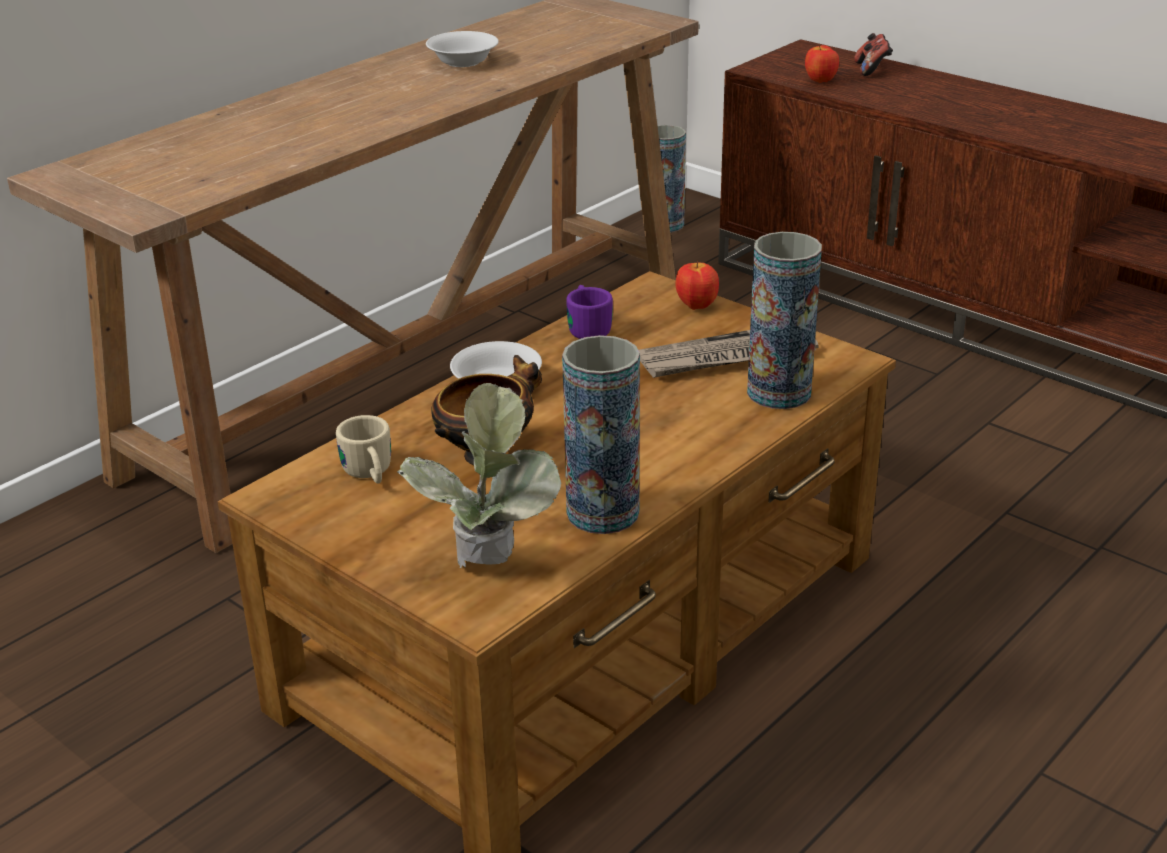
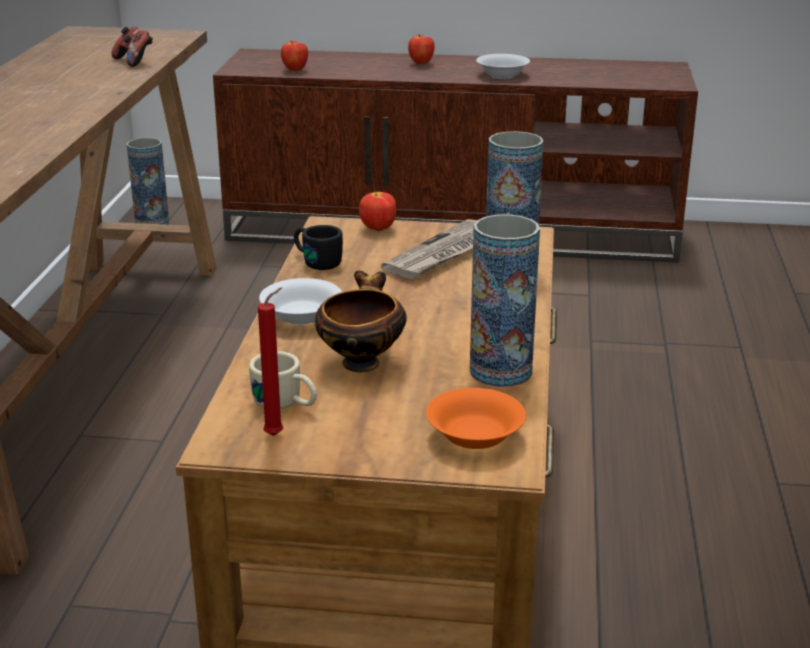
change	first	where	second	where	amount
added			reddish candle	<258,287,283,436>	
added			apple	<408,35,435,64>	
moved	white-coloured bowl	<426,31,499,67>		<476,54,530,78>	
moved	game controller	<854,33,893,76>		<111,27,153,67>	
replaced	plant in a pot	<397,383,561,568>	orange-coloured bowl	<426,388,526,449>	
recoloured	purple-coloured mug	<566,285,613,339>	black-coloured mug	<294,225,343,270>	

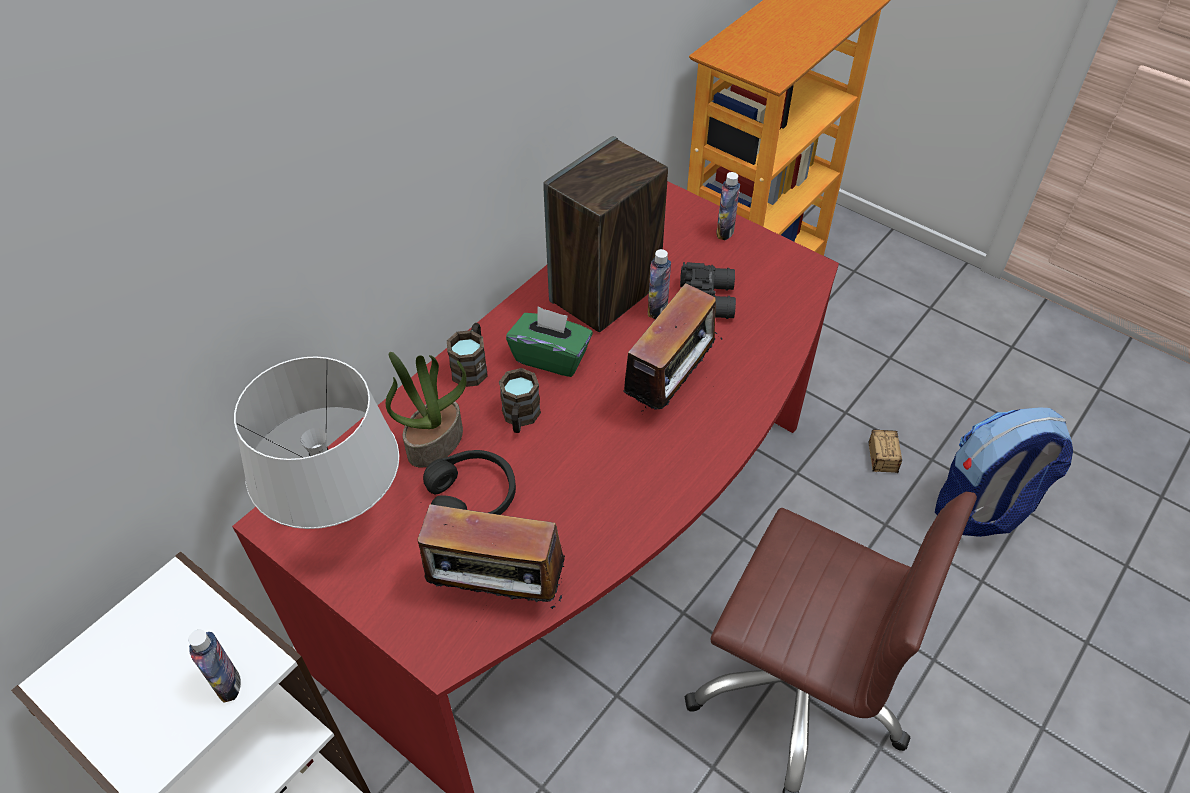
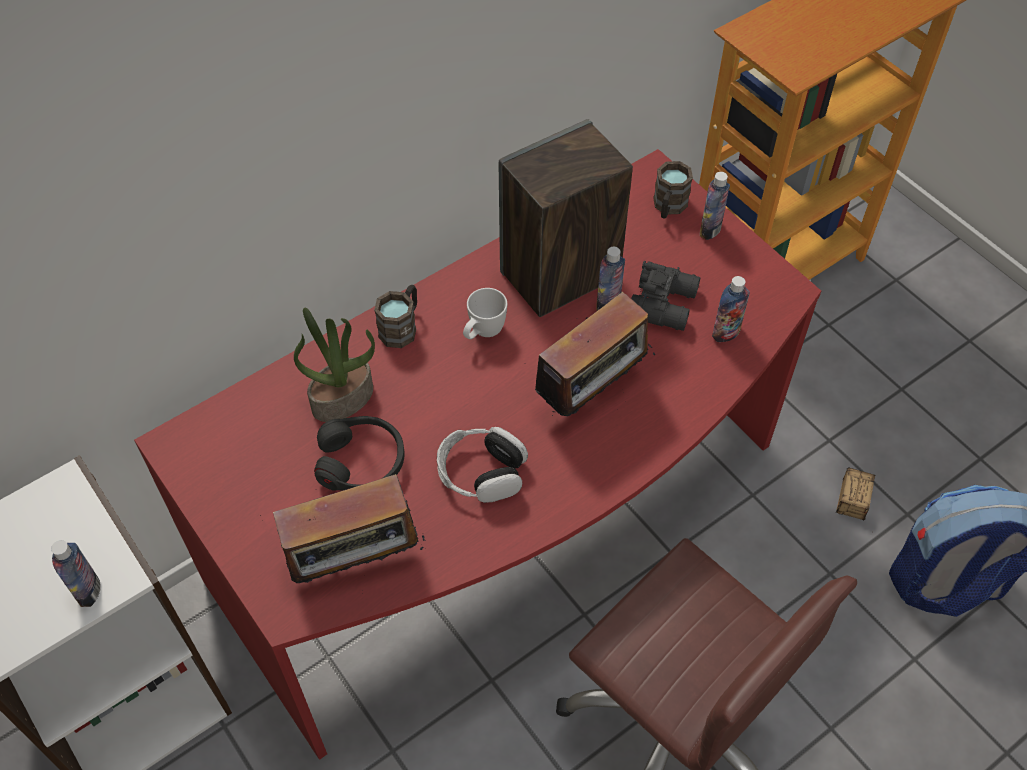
change	first	where	second	where	amount
removed	greyish lamp for a table	<234,356,399,529>			
added			headset	<437,427,528,503>	
added			beverage bottle	<712,276,750,342>	
moved	brown mug	<499,368,541,433>		<653,161,693,218>	
replaced	green-coloured tissue holder	<506,306,593,377>	white-coloured mug	<463,288,507,339>	
turned	radio	<417,500,565,622>		<273,474,425,583>	45 degrees counterclockwise

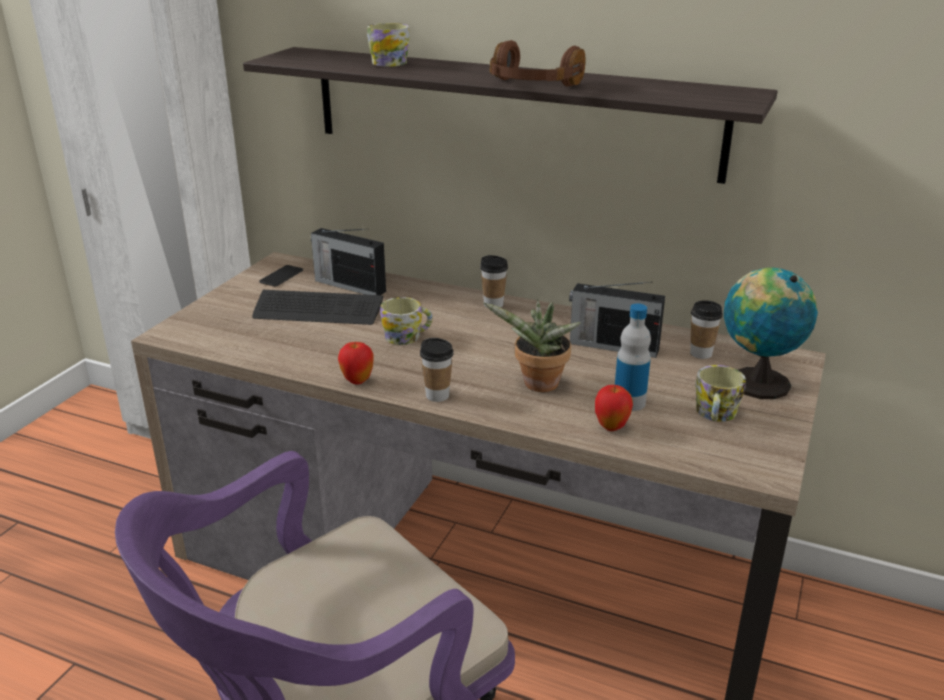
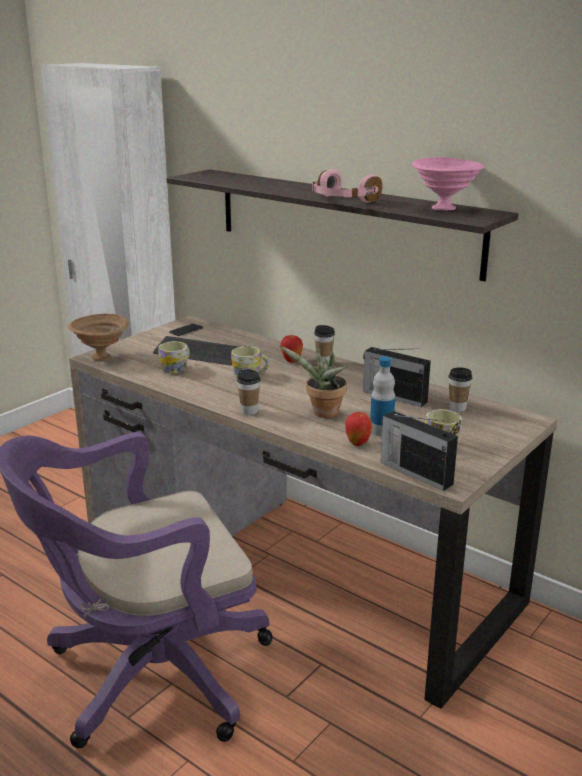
change	first	where	second	where	amount
removed	world globe	<724,267,818,399>			
added			brown bowl	<68,314,129,361>	
added			pink bowl	<412,157,485,210>	
moved	radio	<311,228,386,295>		<381,411,458,491>	
moved	apple	<338,342,374,385>		<280,335,303,363>	
moved	mug	<367,23,410,67>		<158,341,190,374>	
recoloured	brown headset	<490,40,585,87>	pink headset	<312,169,382,203>	

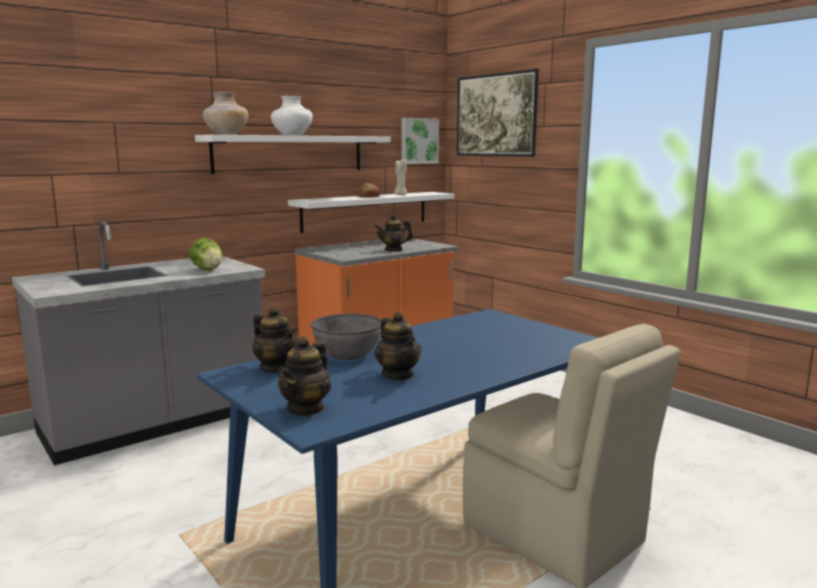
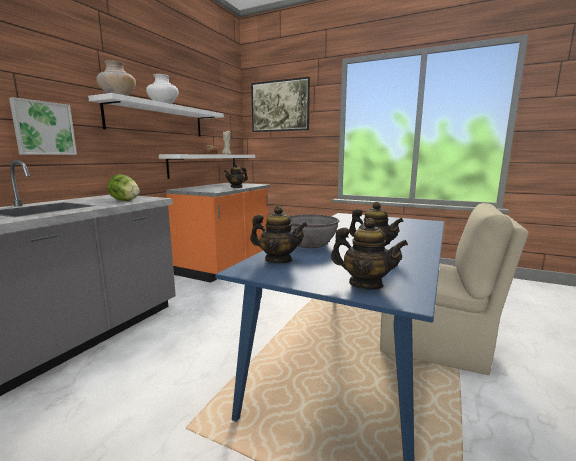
change	first	where	second	where	amount
moved	picture	<401,118,439,164>		<9,97,77,155>	
turned	pot for tea	<278,336,331,416>		<331,218,408,290>	60 degrees counterclockwise

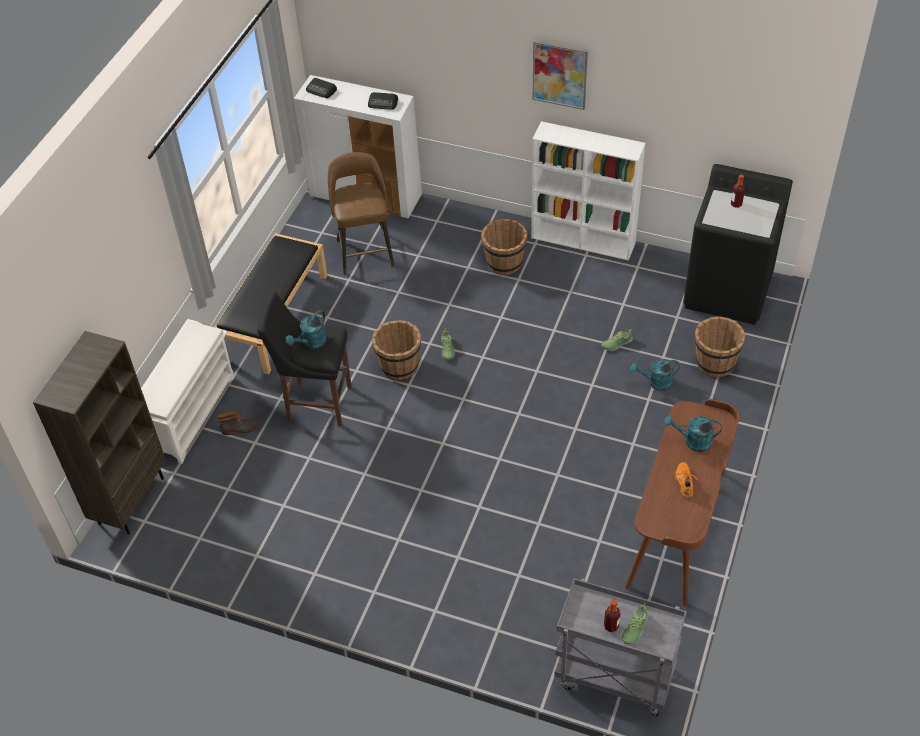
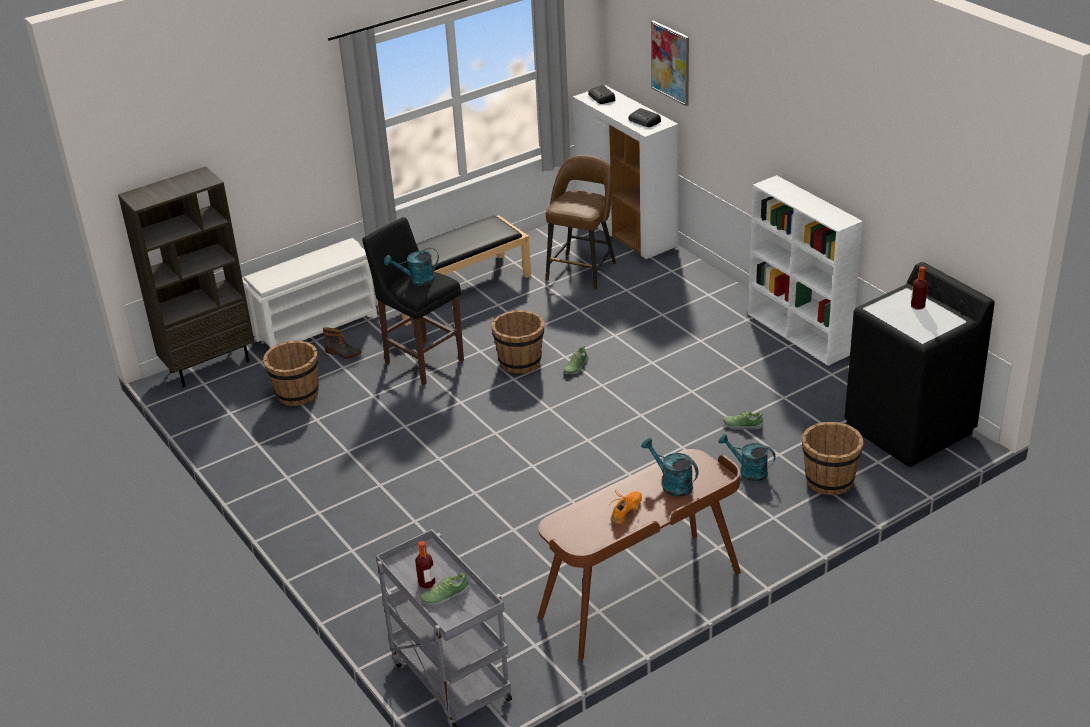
change	first	where	second	where	amount
moved	brown pail	<481,219,527,275>		<263,340,319,406>	
moved	picture	<533,40,588,110>		<651,21,689,106>	

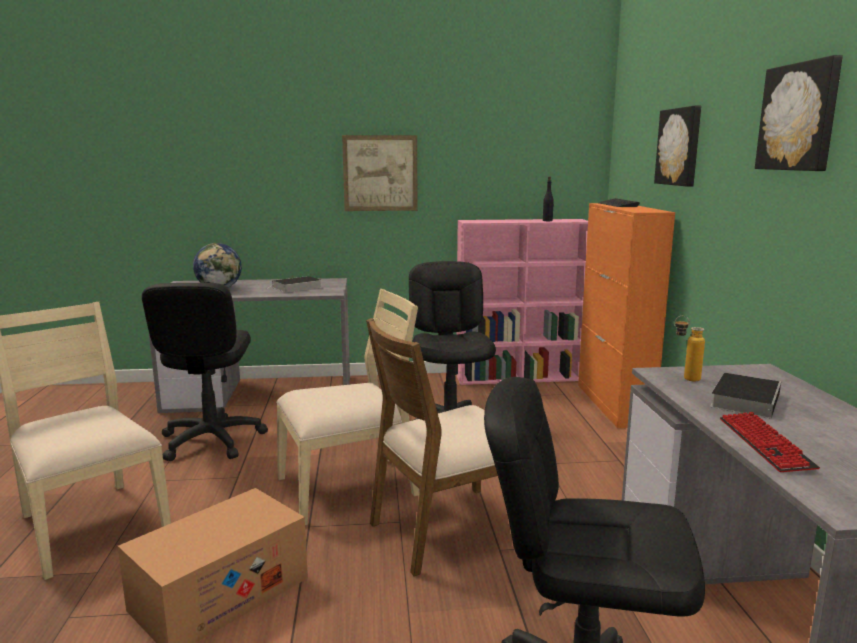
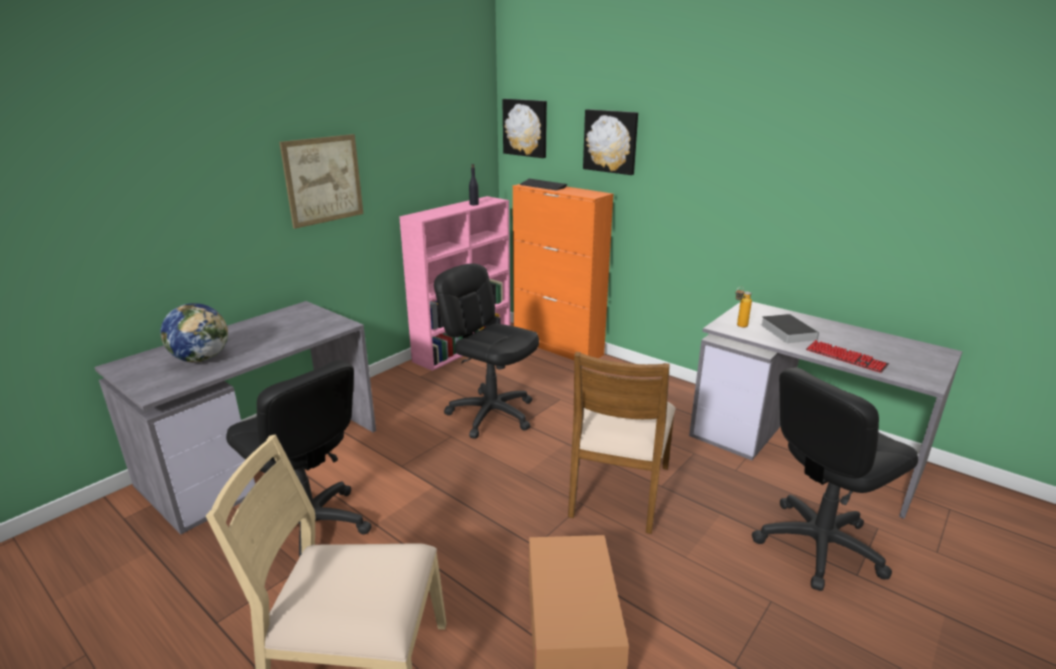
change	first	where	second	where	amount
removed	book	<271,276,322,292>			
removed	beige chair	<276,289,420,525>			
moved	picture	<755,55,843,171>		<502,99,547,158>	

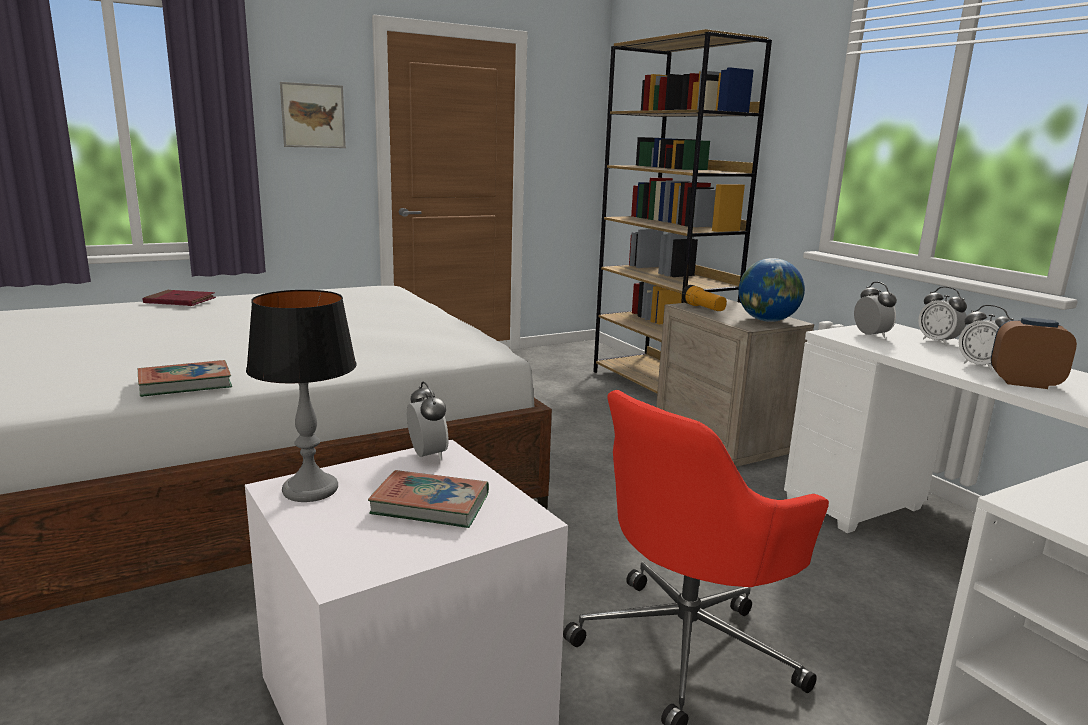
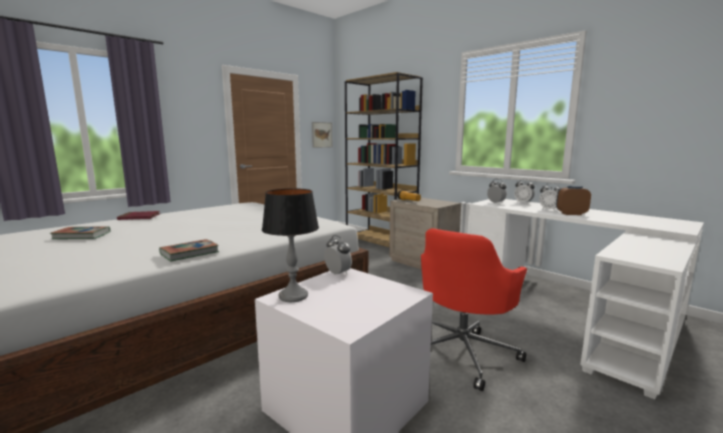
change	first	where	second	where	amount
removed	world globe	<738,258,805,322>			
moved	picture	<280,82,346,148>		<312,122,333,148>	
moved	book	<368,470,489,528>		<50,226,110,239>	

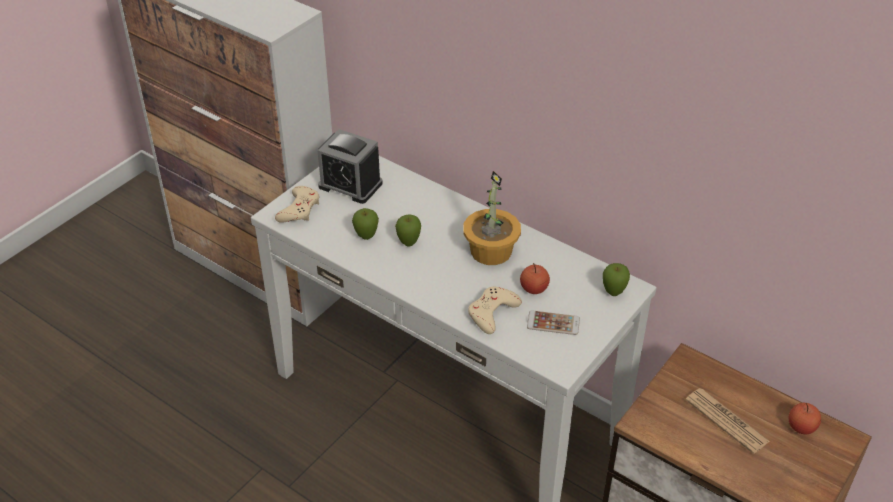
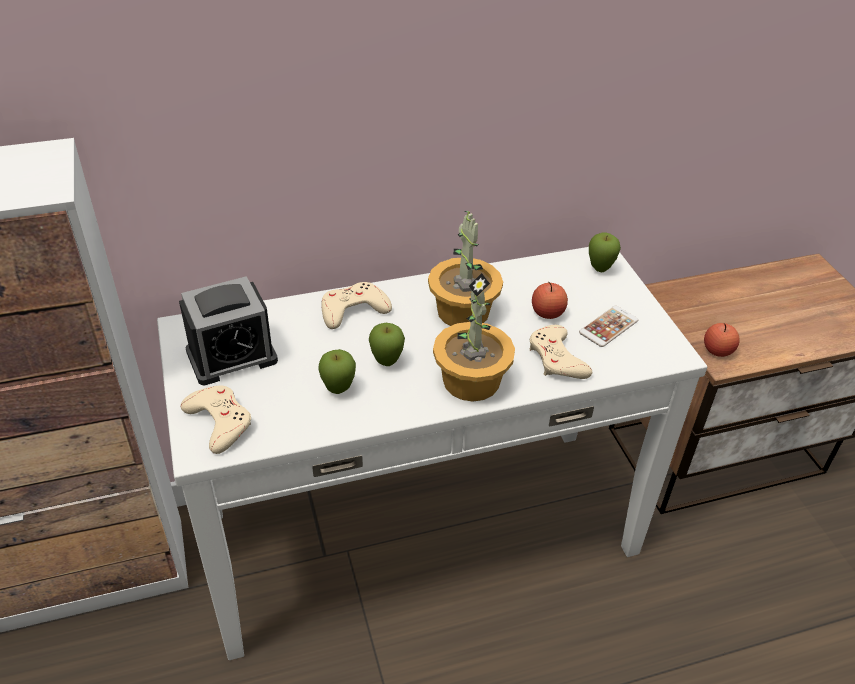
change	first	where	second	where	amount
removed	daily paper	<685,388,770,454>			
added			beige game controller	<321,282,392,329>	
added			plant in a pot	<433,273,515,402>	
moved	apple	<789,403,821,434>		<704,323,740,357>	

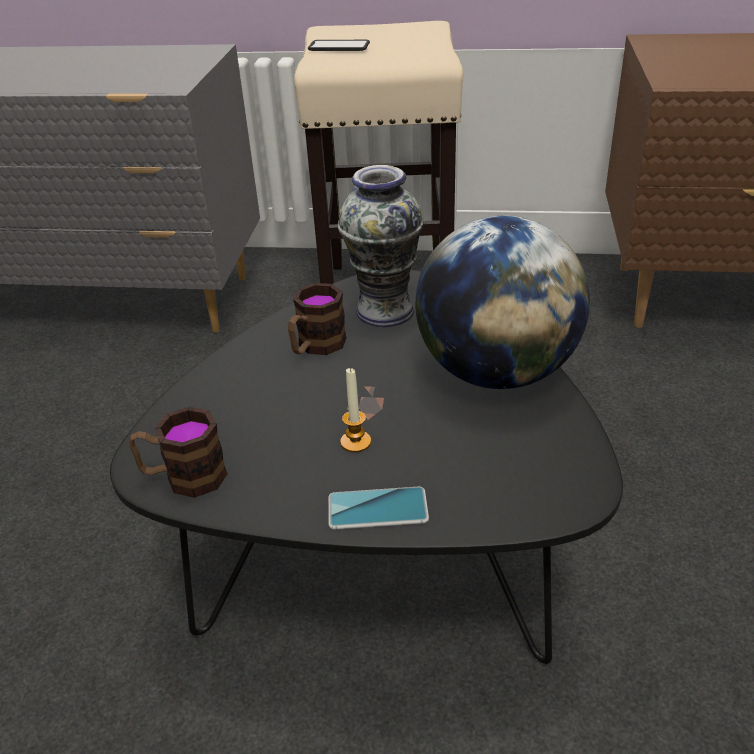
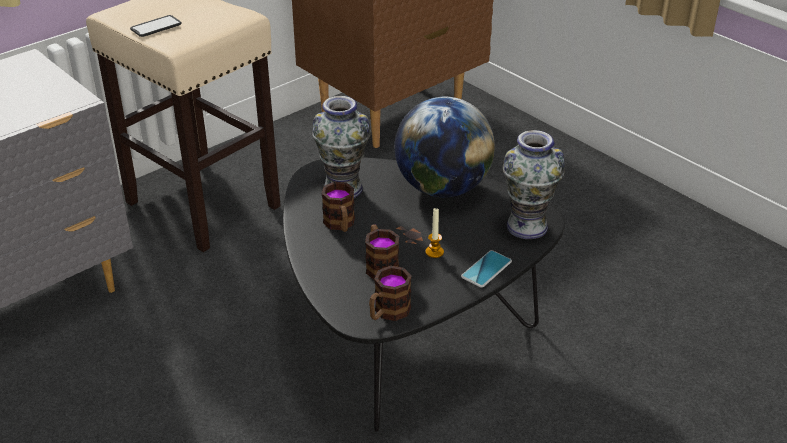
change	first	where	second	where	amount
added			mug	<365,224,399,280>	
added			decorative vase	<503,130,565,239>	

